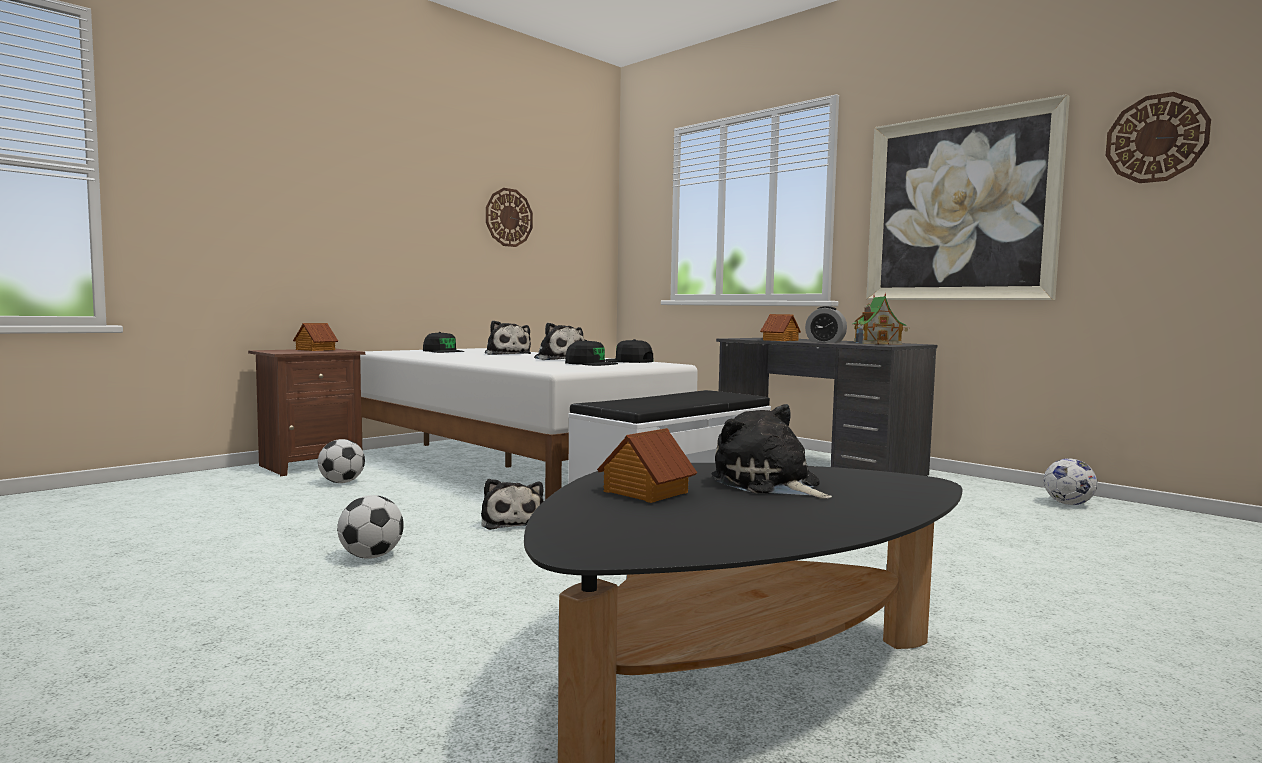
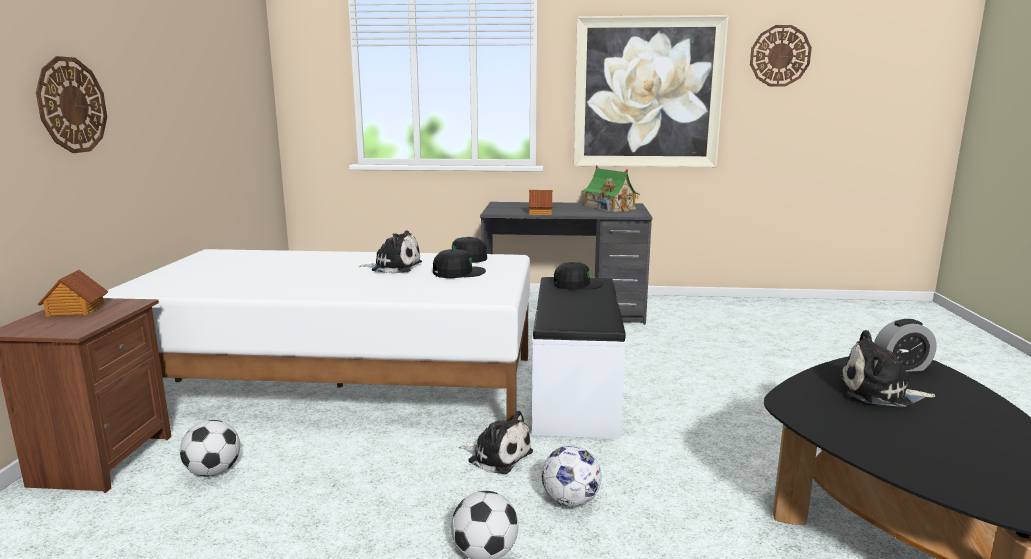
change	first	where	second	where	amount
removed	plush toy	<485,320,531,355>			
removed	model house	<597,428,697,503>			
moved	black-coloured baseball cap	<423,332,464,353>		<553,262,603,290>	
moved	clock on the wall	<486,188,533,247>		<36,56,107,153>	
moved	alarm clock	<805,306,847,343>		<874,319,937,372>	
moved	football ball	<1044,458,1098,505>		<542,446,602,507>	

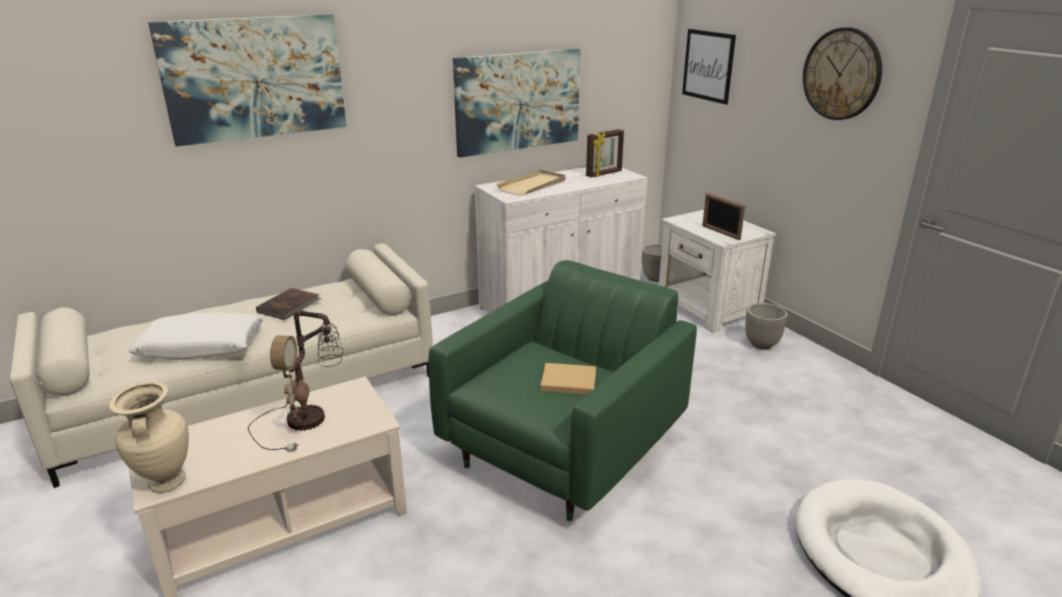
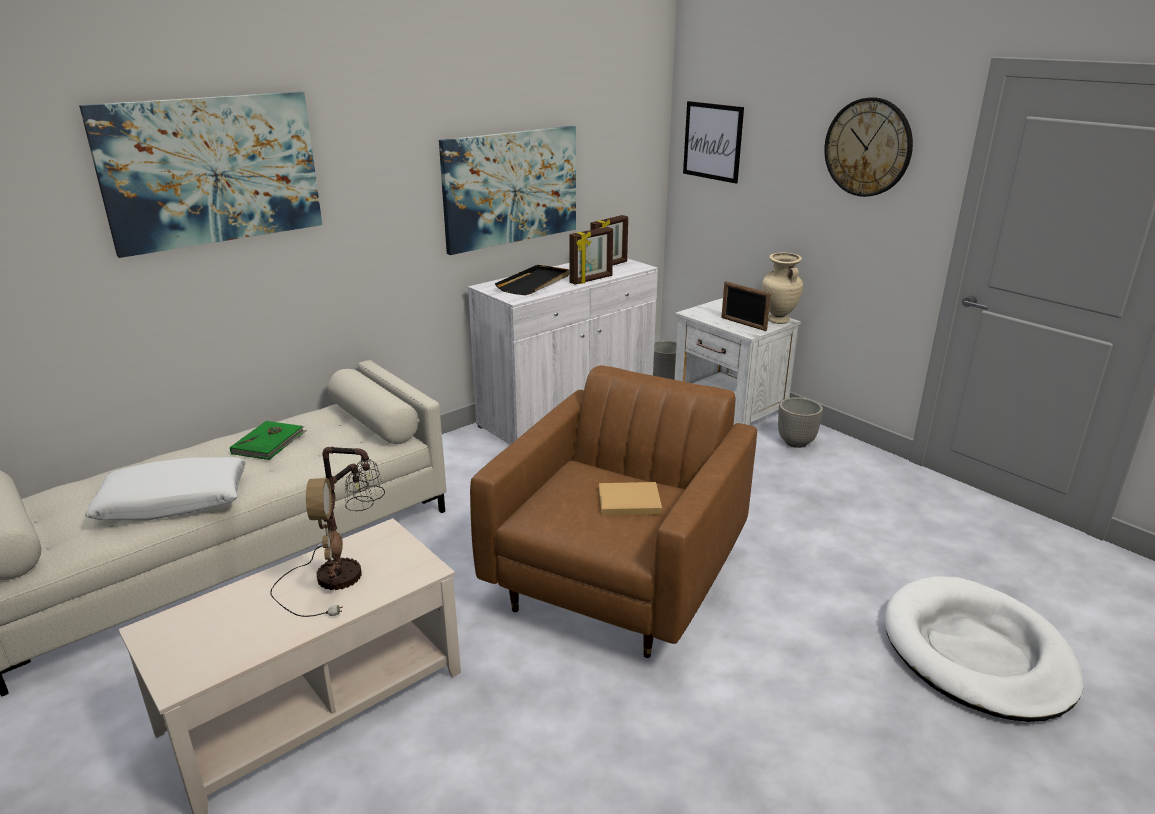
change	first	where	second	where	amount
added			photo frame	<569,227,613,285>	
moved	beige decorative vase	<109,382,189,493>		<762,253,803,324>	
recoloured	brown book	<256,288,322,320>	green-coloured book	<230,421,307,460>	
recoloured	green-coloured easy chair	<428,260,697,521>	brown easy chair	<470,365,757,658>	
recoloured	beige carrying tray	<496,170,566,196>	black-coloured carrying tray	<495,265,569,295>	

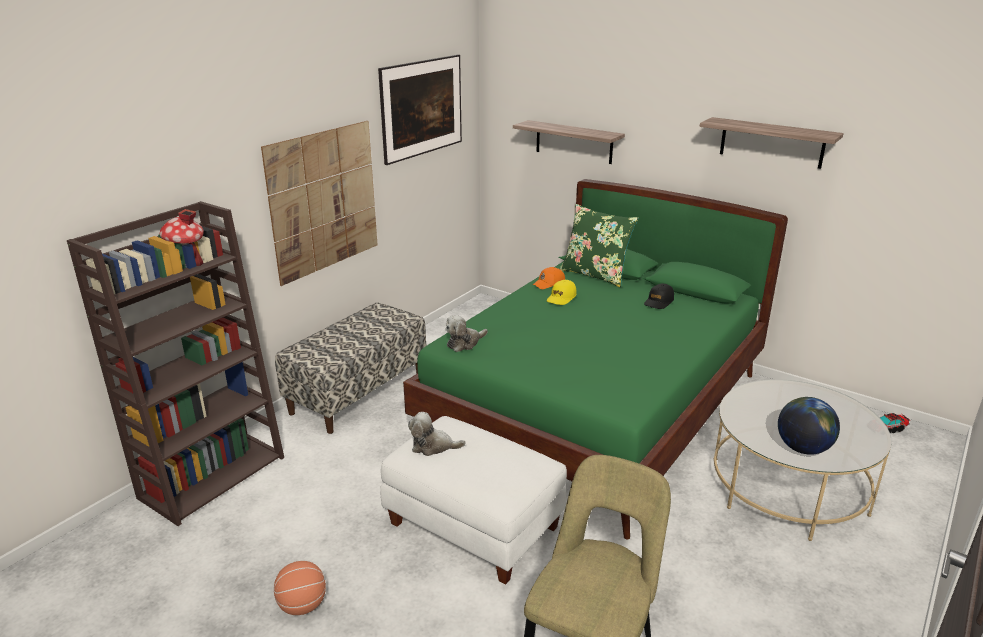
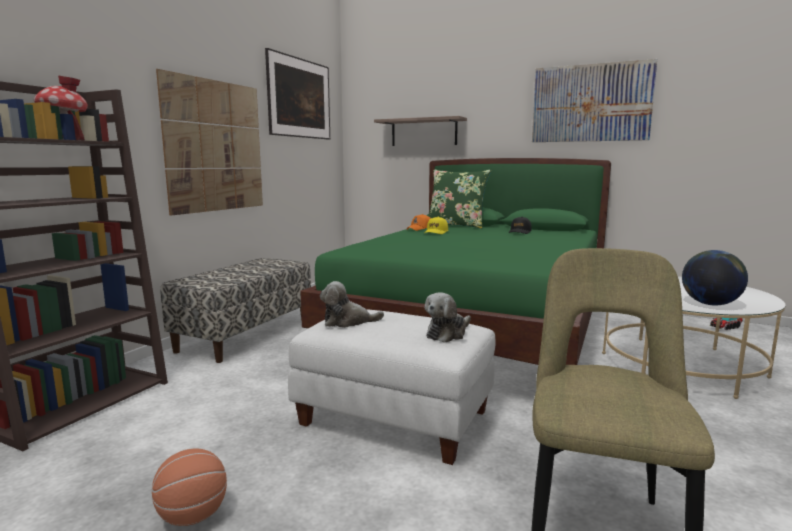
change	first	where	second	where	amount
moved	plush toy	<446,315,488,352>		<424,292,471,343>	
replaced	bracket shelf	<700,117,844,169>	picture	<532,59,657,142>	

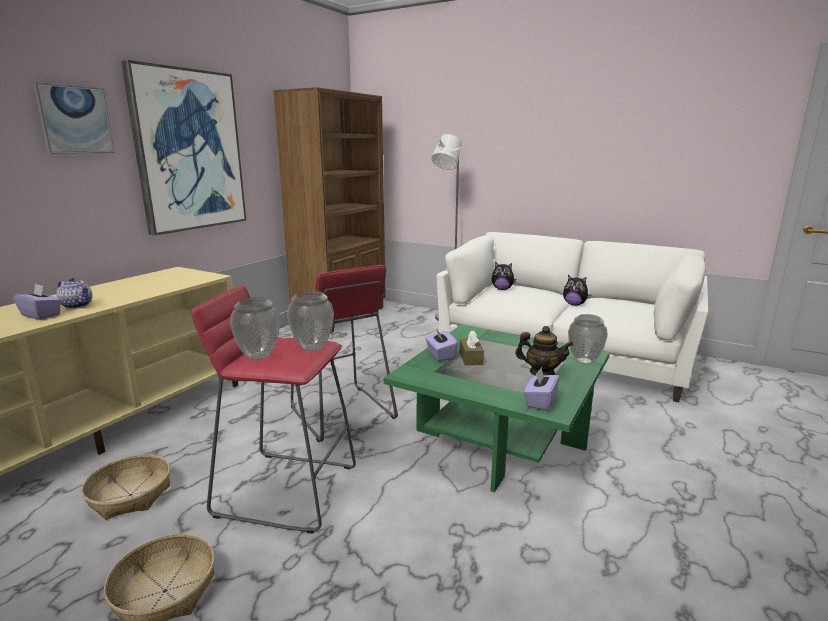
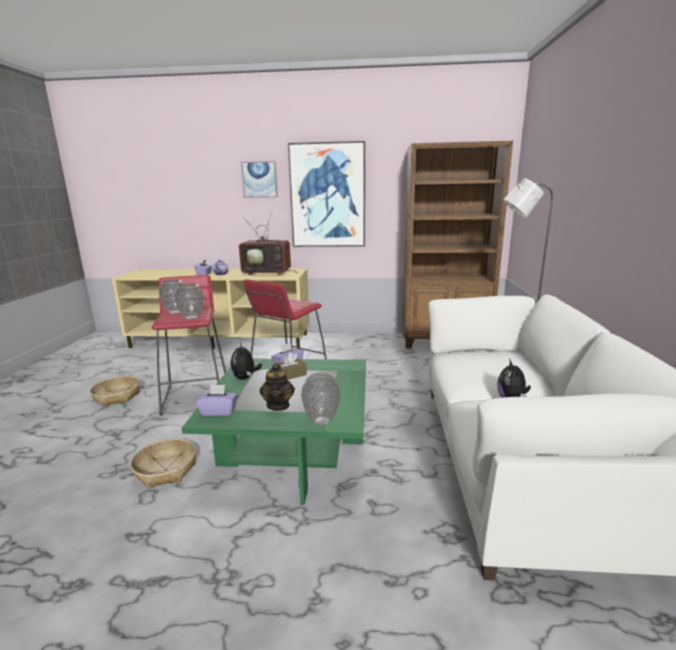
change	first	where	second	where	amount
added			television	<239,213,298,275>	
moved	basket	<81,455,170,520>		<130,439,196,488>	
moved	plush toy	<492,262,516,290>		<230,343,262,380>	

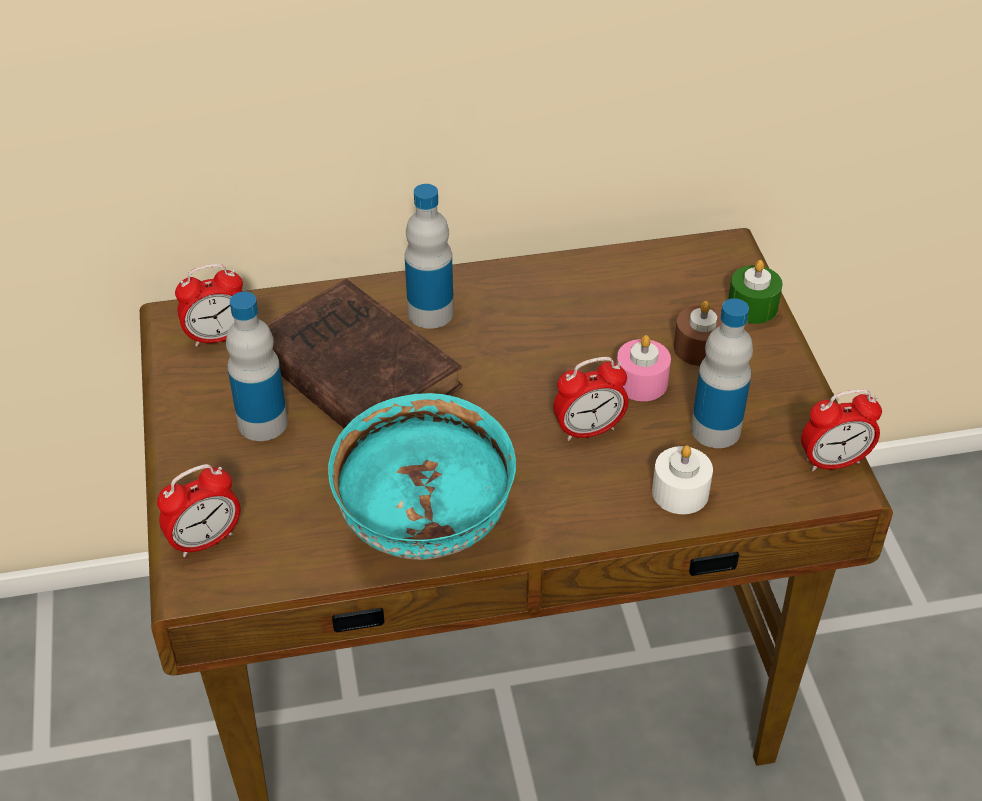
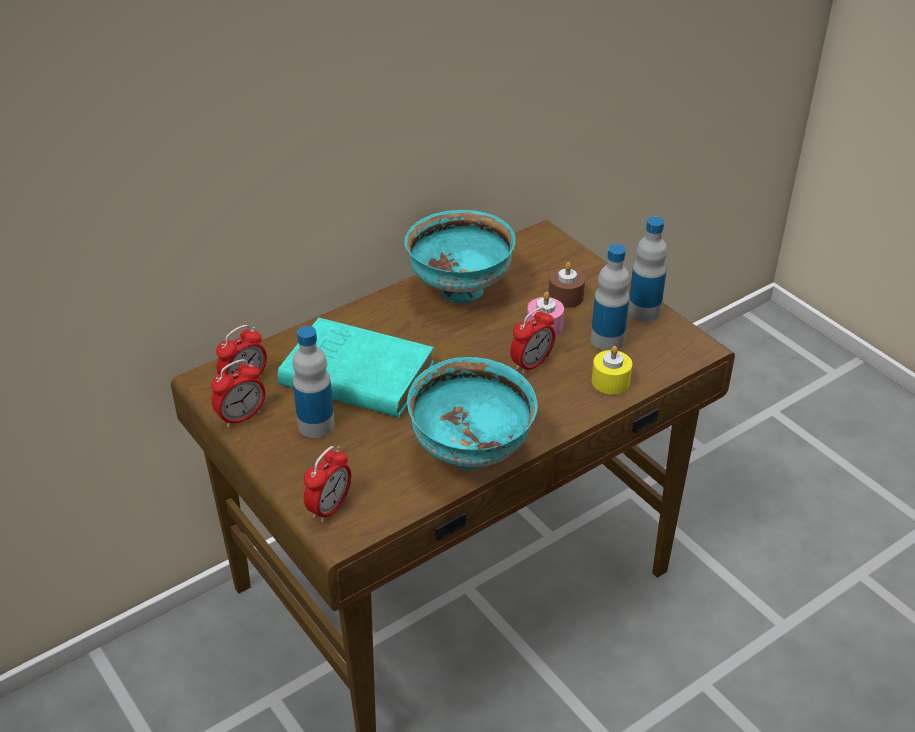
change	first	where	second	where	amount
removed	green-coloured candle	<728,260,783,324>			
added			turquoise-coloured bowl	<404,210,515,303>	
moved	beverage bottle	<405,184,454,329>		<628,216,667,321>	
moved	alarm clock	<801,389,882,471>		<211,359,265,427>	
recoloured	brown book	<267,279,463,428>	turquoise-coloured book	<278,318,434,418>	
recoloured	white-coloured candle	<652,445,713,514>	yellowish candle	<592,346,632,395>	

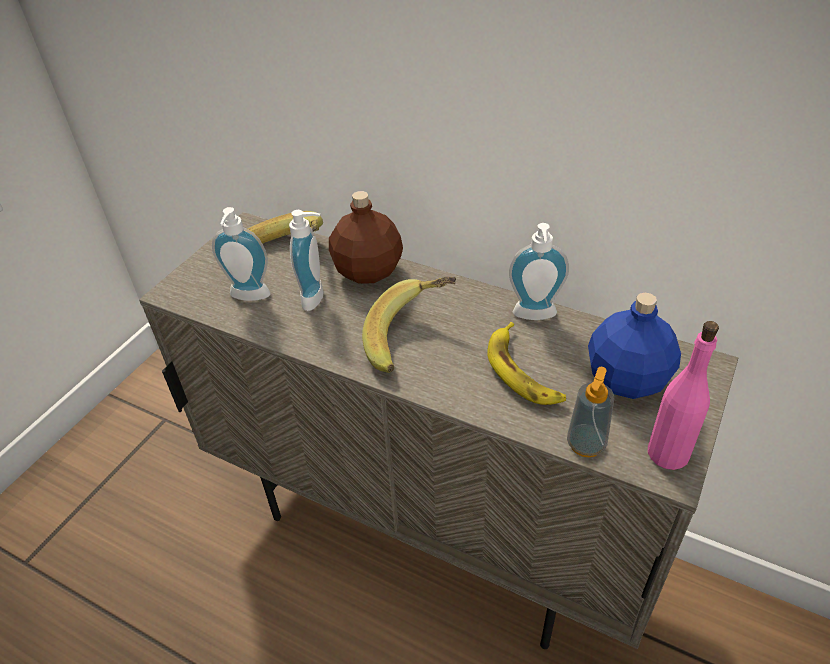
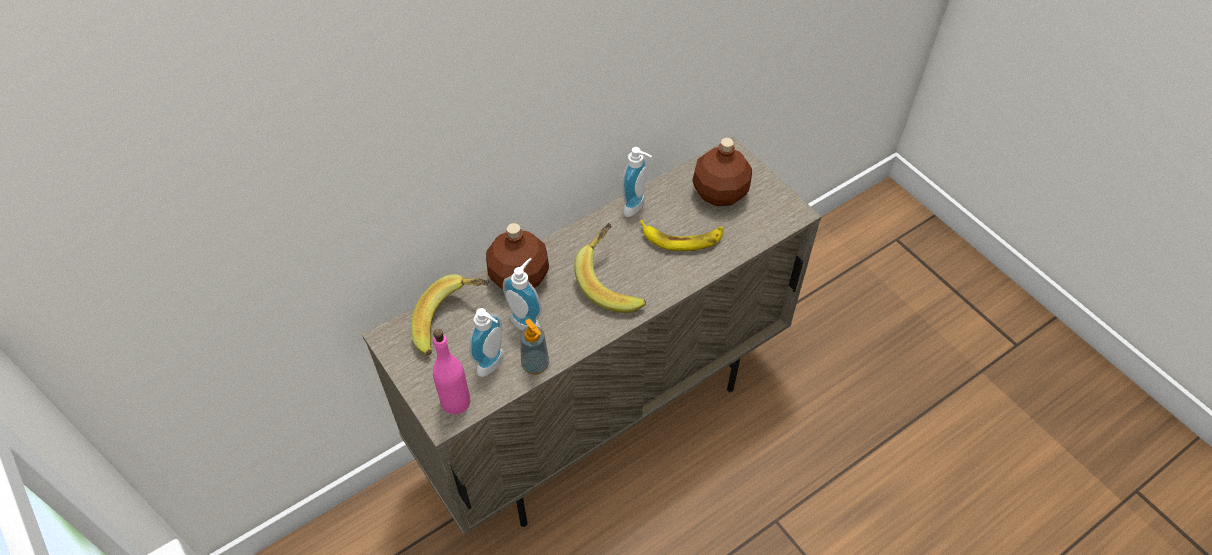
change	first	where	second	where	amount
moved	soap bottle	<567,367,614,457>		<520,319,549,375>	
moved	pink beverage bottle	<648,321,719,470>		<433,329,470,414>	
recoloured	blue-coloured beverage bottle	<588,292,681,399>	brown beverage bottle	<692,138,752,206>	

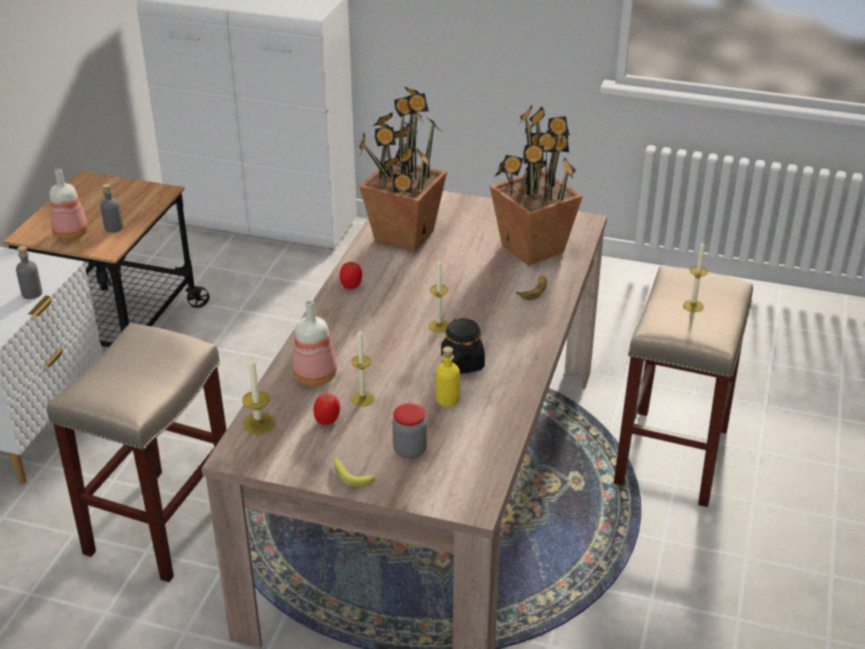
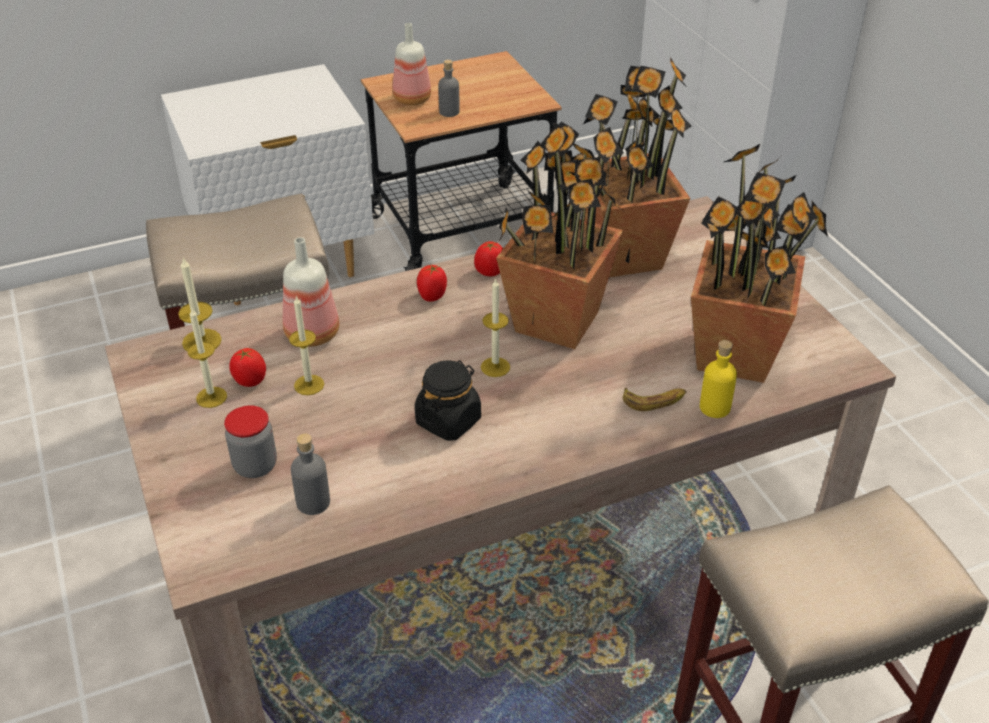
change	first	where	second	where	amount
removed	banana fruit	<333,455,375,487>			
added			whole tomato	<417,265,447,302>	
added			plant in a pot	<496,122,624,349>	
moved	greyish beverage bottle	<16,246,42,299>		<291,433,330,515>	
moved	yellowish beverage bottle	<436,346,460,407>		<700,340,737,418>	
moved	candle	<683,241,708,312>		<188,307,227,408>	

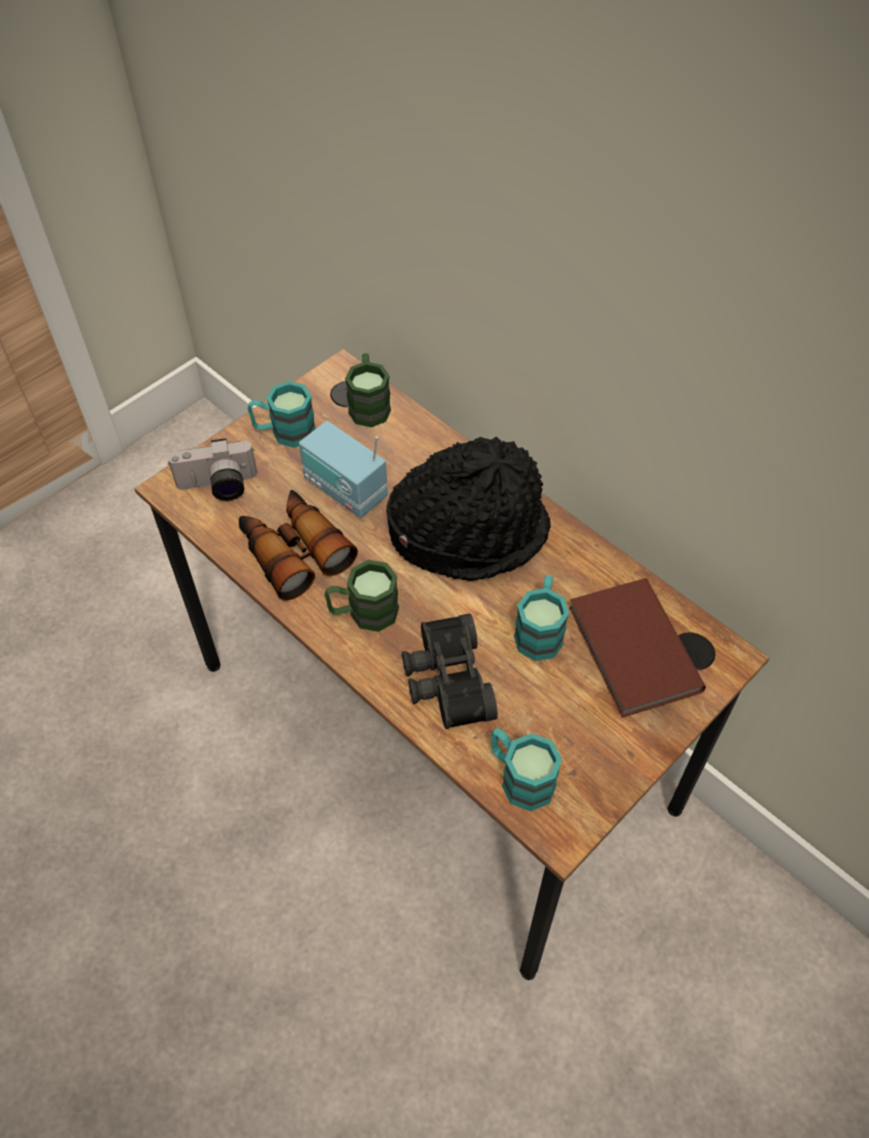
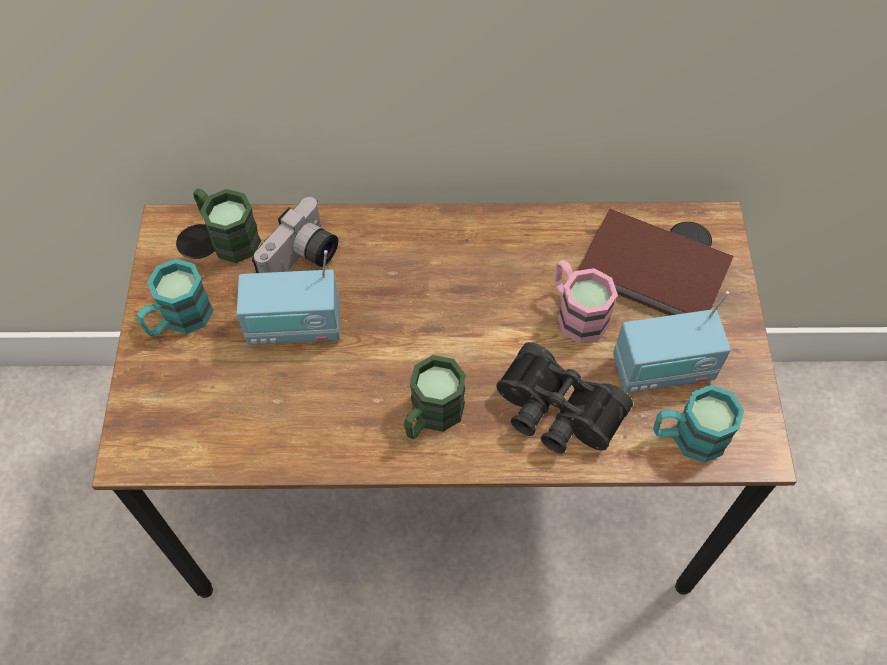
change	first	where	second	where	amount
removed	field glasses	<239,490,358,601>			
removed	black-coloured hat	<386,437,550,581>			
added			radio	<613,291,731,393>	
moved	photo camera	<167,438,257,501>		<252,197,338,273>	
recoloured	turquoise-coloured mug	<514,575,569,661>	pink mug	<555,260,618,343>	

